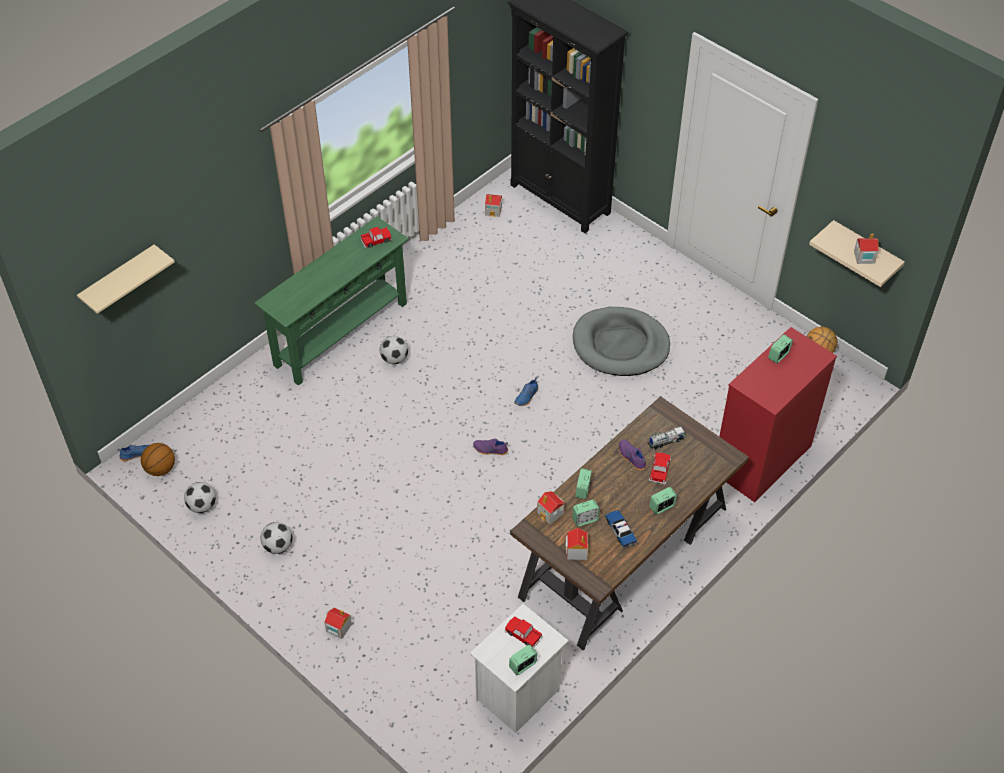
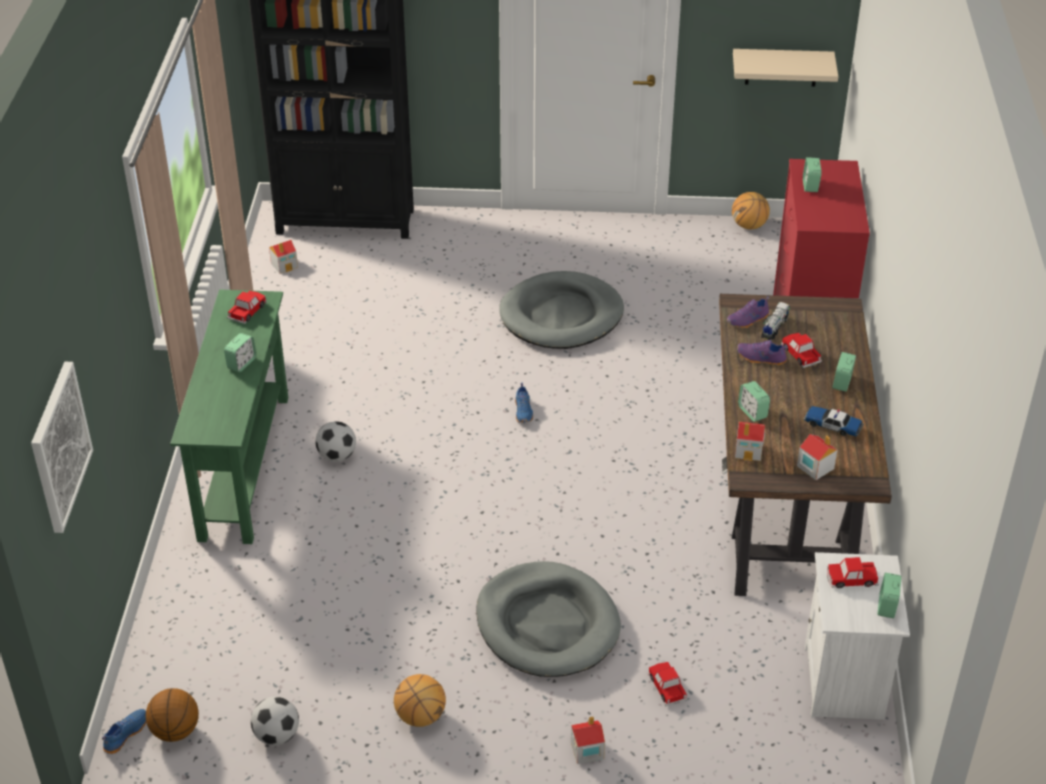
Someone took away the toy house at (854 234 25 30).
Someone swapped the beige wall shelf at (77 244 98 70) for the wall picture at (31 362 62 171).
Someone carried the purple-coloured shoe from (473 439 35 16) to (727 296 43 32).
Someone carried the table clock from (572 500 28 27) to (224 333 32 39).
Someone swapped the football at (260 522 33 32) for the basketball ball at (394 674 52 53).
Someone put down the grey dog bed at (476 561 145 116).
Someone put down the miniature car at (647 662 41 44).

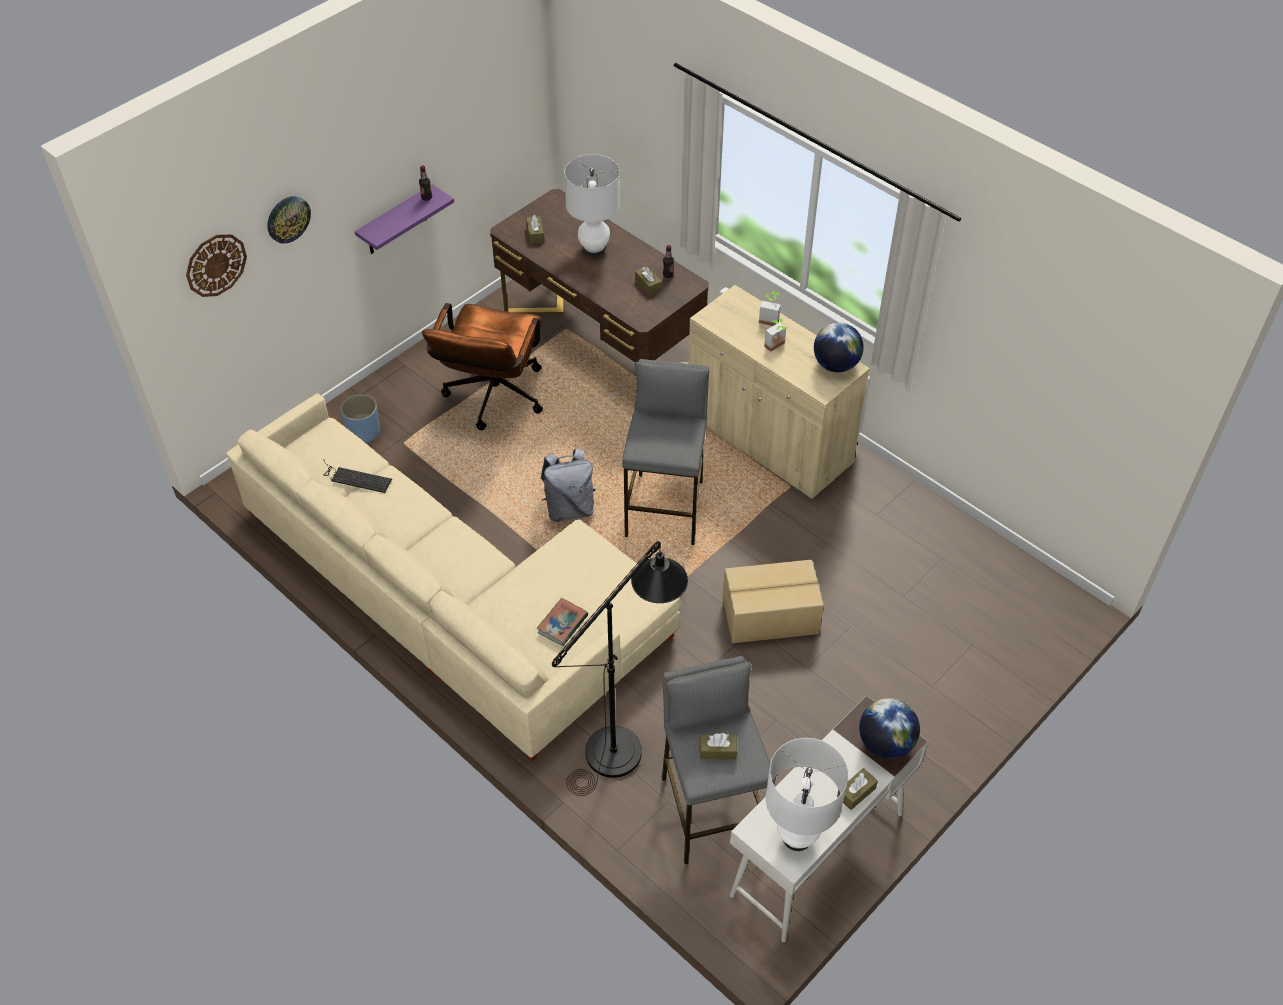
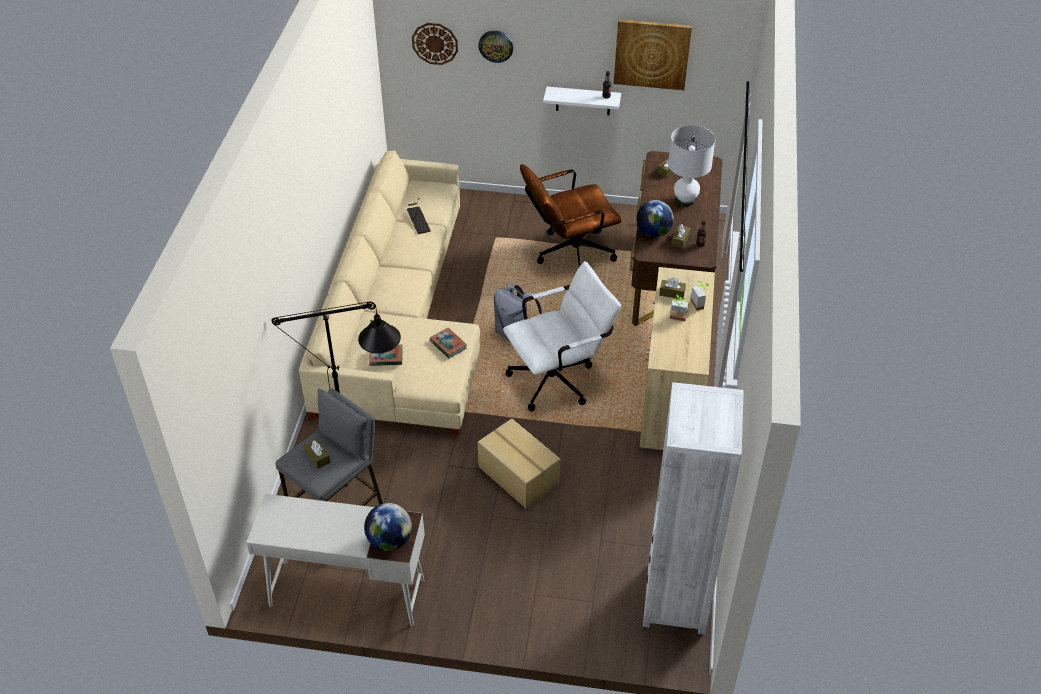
Someone repainted the purple-coloured wall shelf at (355 184 99 70), which became the whitish wall shelf at (543 87 78 28).
Someone carried the globe from (814 323 50 49) to (636 200 38 37).
Someone swapped the grey sitting stool at (622 359 88 186) for the whitish office chair at (503 261 118 150).
Someone took away the blue-coloured flower pot at (340 394 40 49).
Someone took away the whitish tabletop lamp at (766 738 82 113).
Someone carried the brownish tissue box from (837 768 41 42) to (659 277 27 22).
Someone put up the wall picture at (614 19 78 71).
Someone put down the bound book at (430 328 37 30).
Someone put down the whitish shelving unit at (643 382 101 253).

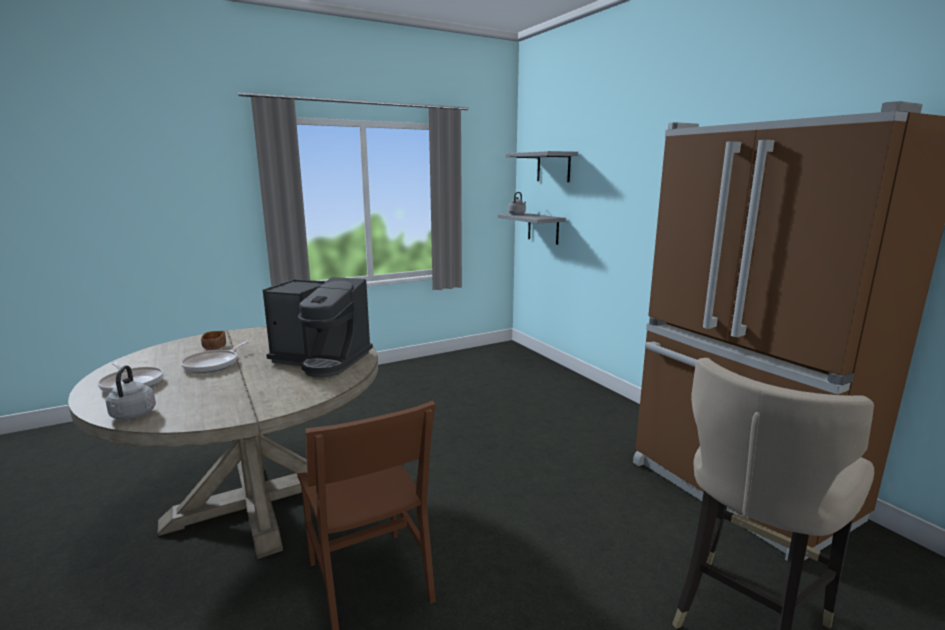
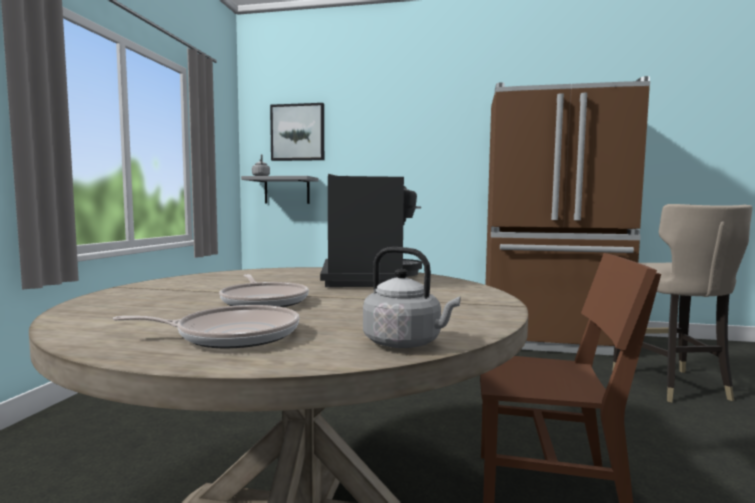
Someone swapped the grey wall shelf at (505 151 73 31) for the wall picture at (270 103 54 58).
Someone rotated the coffee machine at (263 277 110 101) by 60 degrees counterclockwise.
Someone took away the brownish bowl at (201 331 25 19).

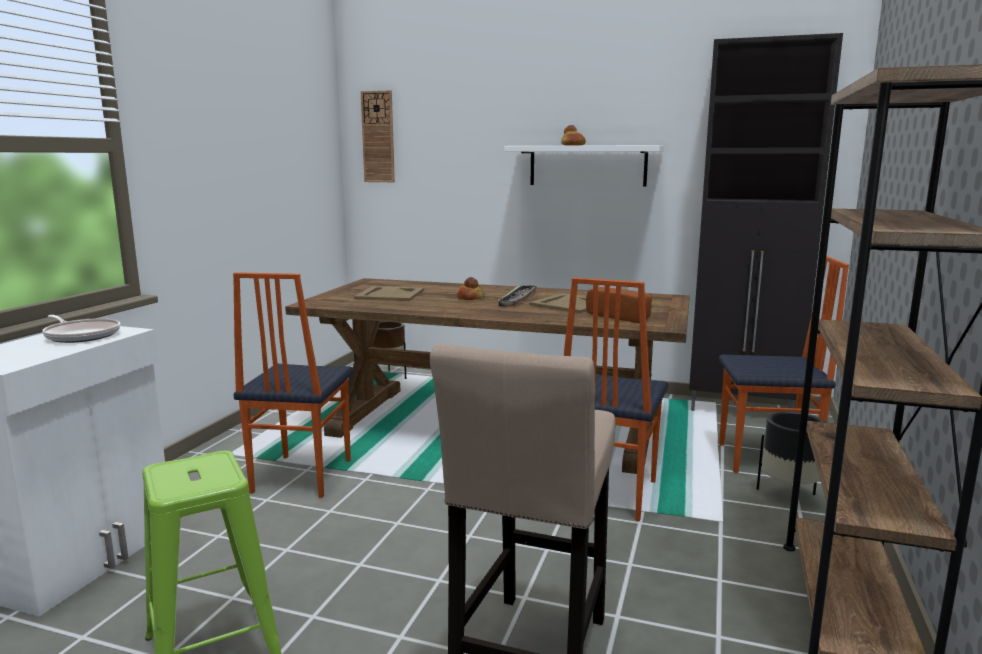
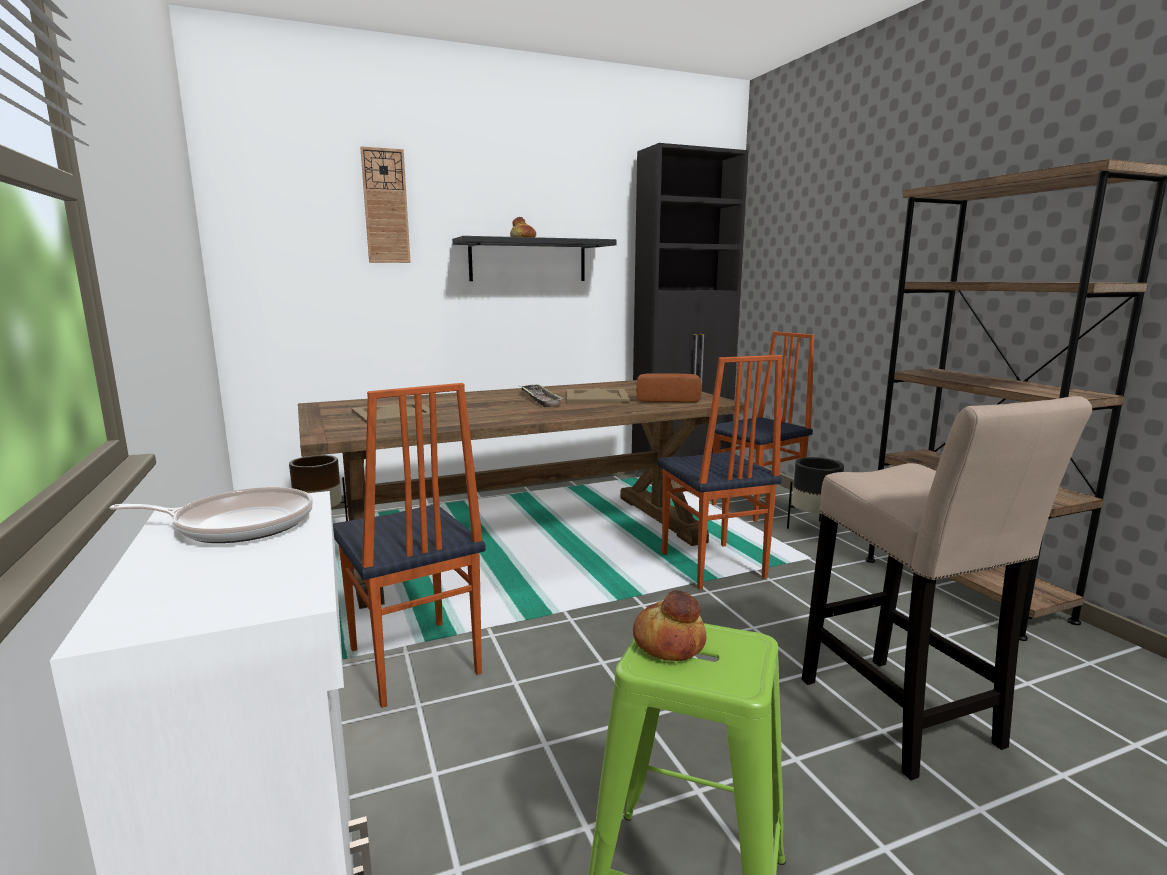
Someone carried the hanging clock from (361 90 34 92) to (360 146 51 117).
Someone repainted the whitish wall shelf at (504 145 160 41), which became the black wall shelf at (452 236 165 45).
Someone carried the bread from (457 277 28 23) to (633 590 74 71).

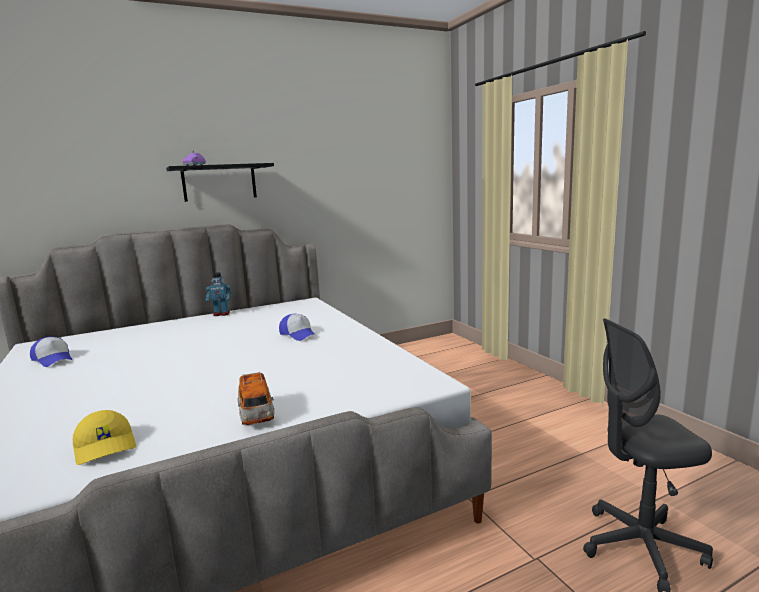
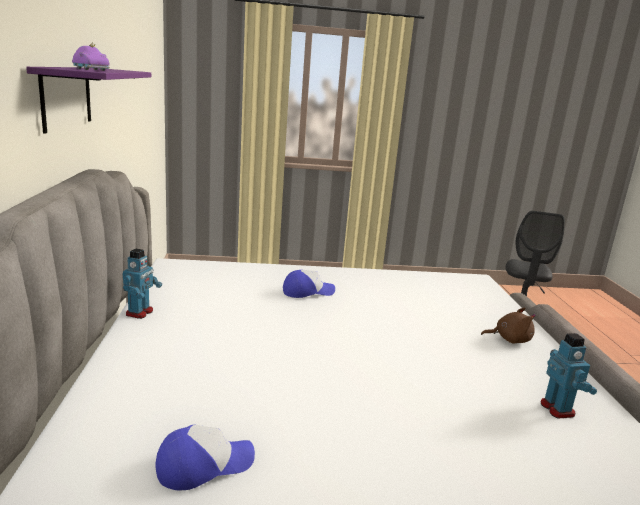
Someone repainted the black wall shelf at (166 163 108 39), which became the purple-coloured wall shelf at (26 67 125 67).
Someone swapped the miniature car at (238 372 36 53) for the brownish plush toy at (481 308 54 35).
Someone swapped the yellow peaked cap at (73 410 63 55) for the toy robot at (541 333 56 86).

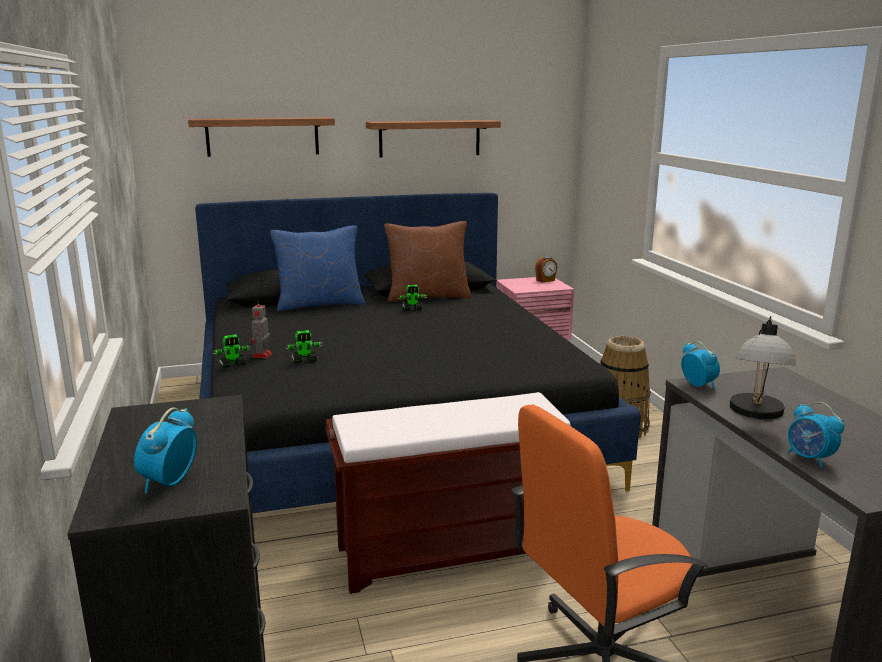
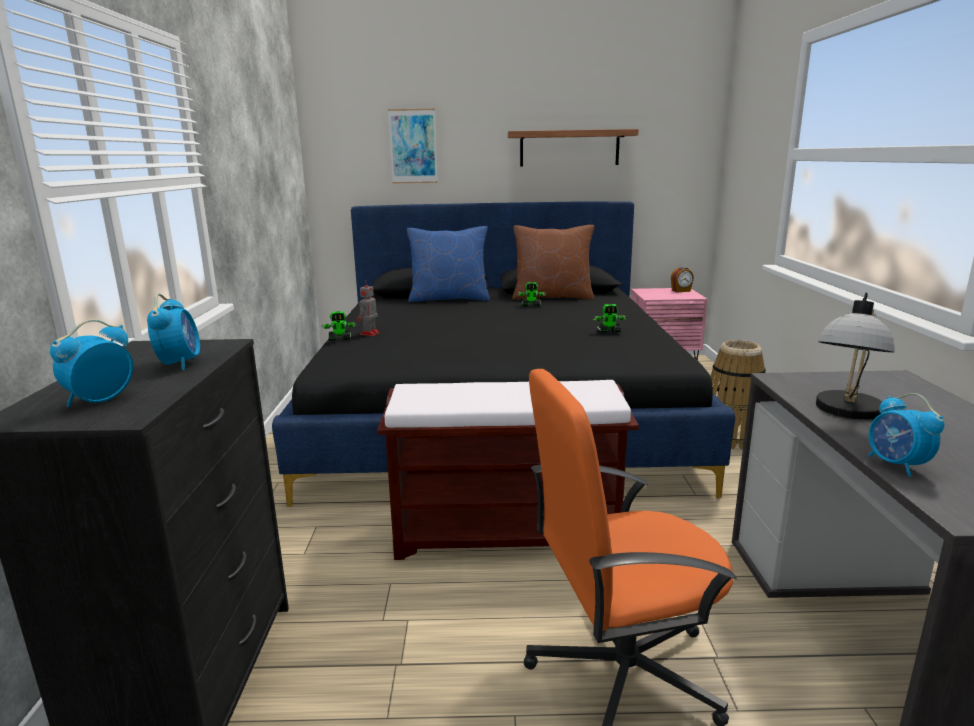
Someone swapped the wall shelf at (188 117 147 40) for the wall picture at (388 109 50 75).
Someone carried the toy robot from (285 330 38 33) to (593 304 34 29).
Someone carried the table clock from (681 341 39 49) to (147 294 53 77).

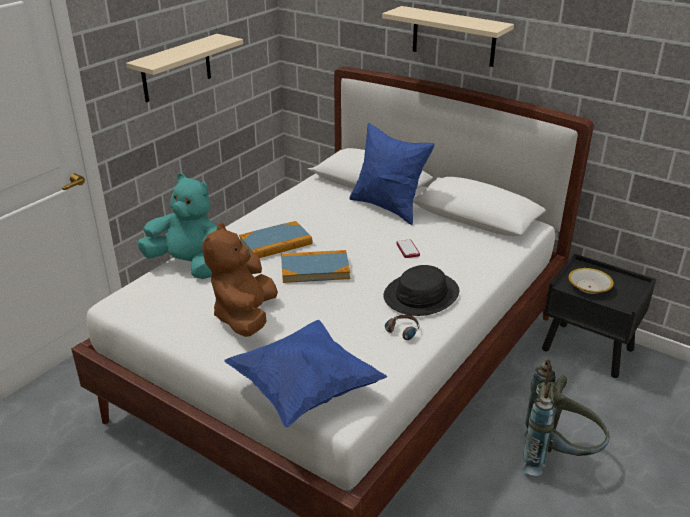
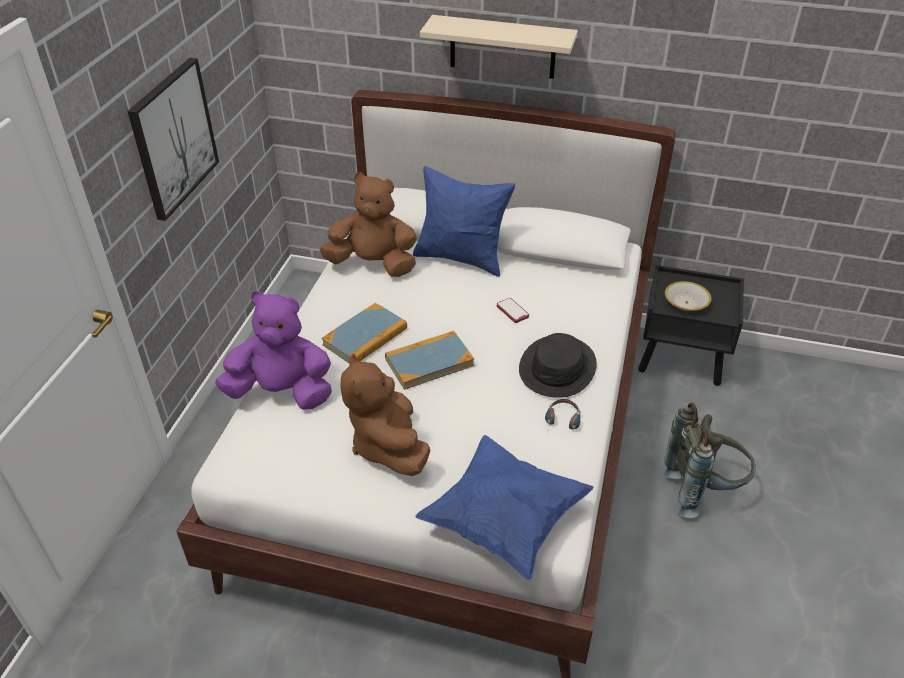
Someone swapped the beige wall shelf at (126 34 117 68) for the wall picture at (127 58 92 163).
Someone repainted the turquoise plush toy at (137 173 80 106), which became the purple-coloured plush toy at (215 291 117 119).
Someone put down the brownish plush toy at (320 172 97 105).

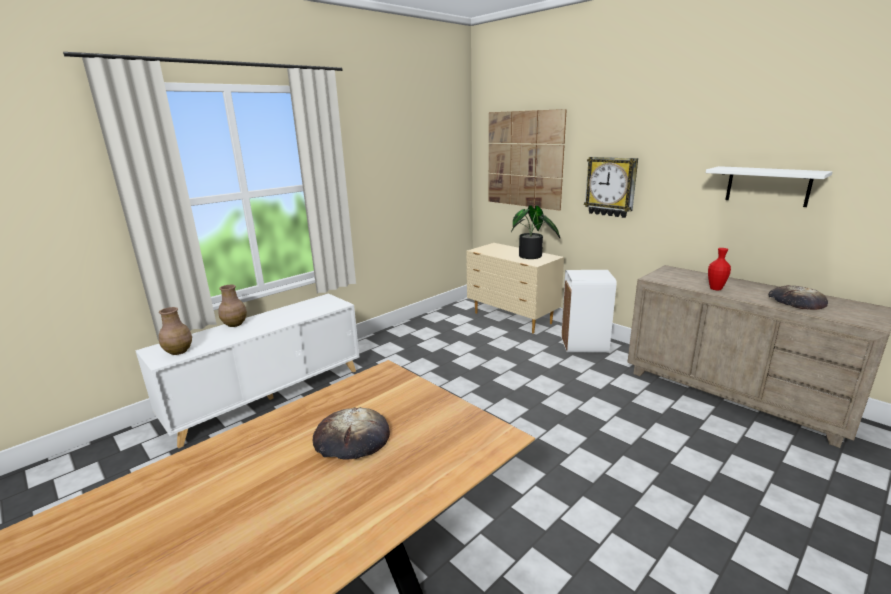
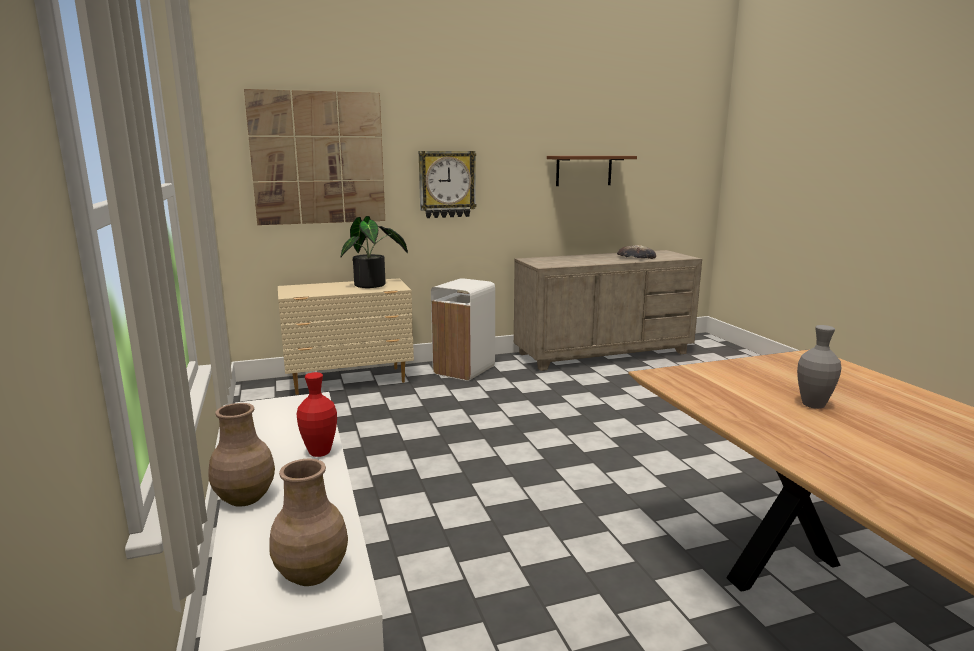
Someone repainted the whitish wall shelf at (706 166 127 41), which became the brownish wall shelf at (547 156 90 30).
Someone carried the red-coloured decorative vase from (708 248 23 42) to (297 372 40 85).
Someone swapped the bread at (313 407 77 53) for the grey decorative vase at (797 325 45 84).

